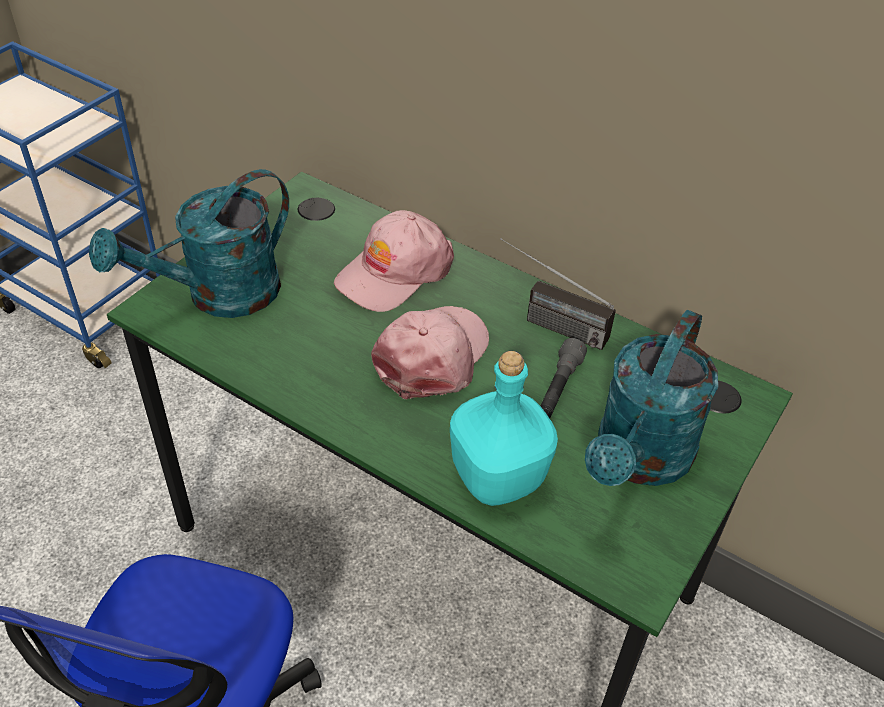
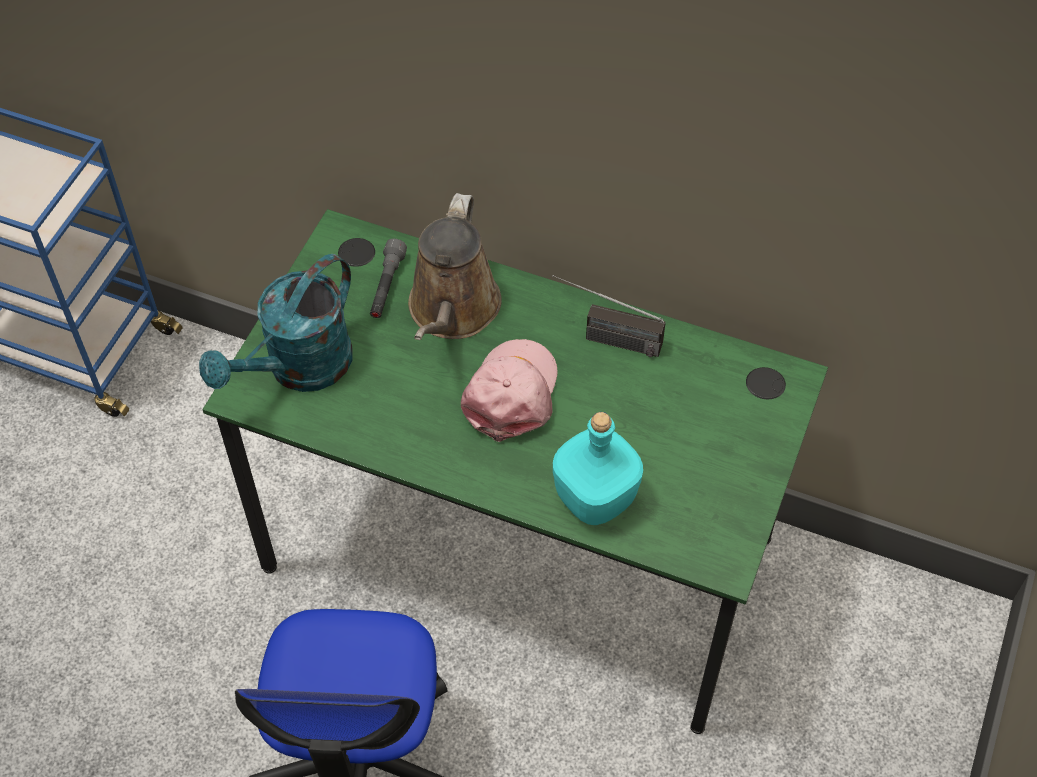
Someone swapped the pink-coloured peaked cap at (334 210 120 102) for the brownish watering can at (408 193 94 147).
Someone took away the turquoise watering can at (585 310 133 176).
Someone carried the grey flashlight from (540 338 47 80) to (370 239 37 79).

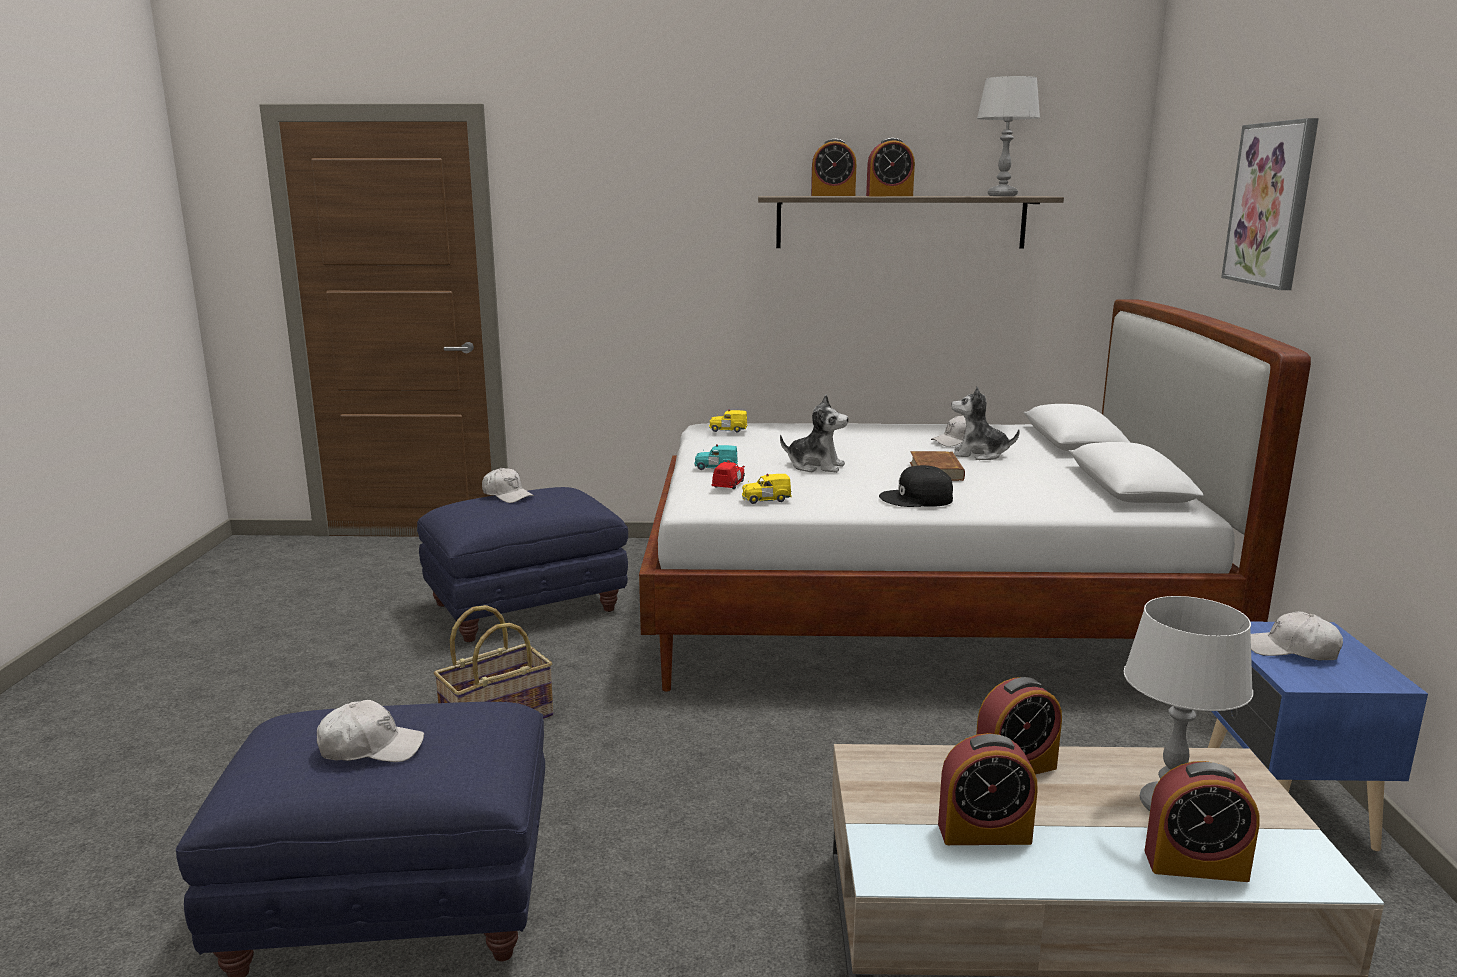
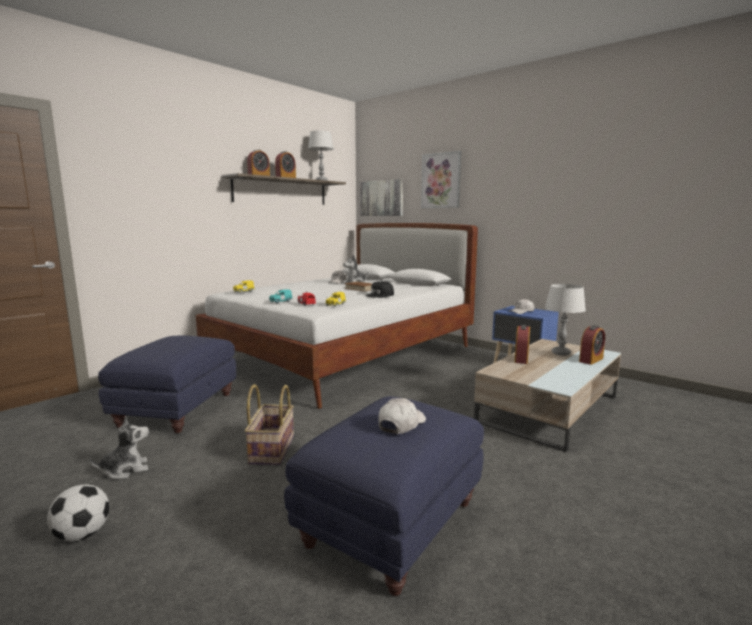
Someone carried the plush toy from (780 395 69 78) to (89 416 60 63).
Someone took away the whitish peaked cap at (482 468 52 35).
Someone took away the table clock at (938 733 100 112).
Someone put up the wall picture at (360 179 43 37).
Someone put down the football at (47 485 63 57).

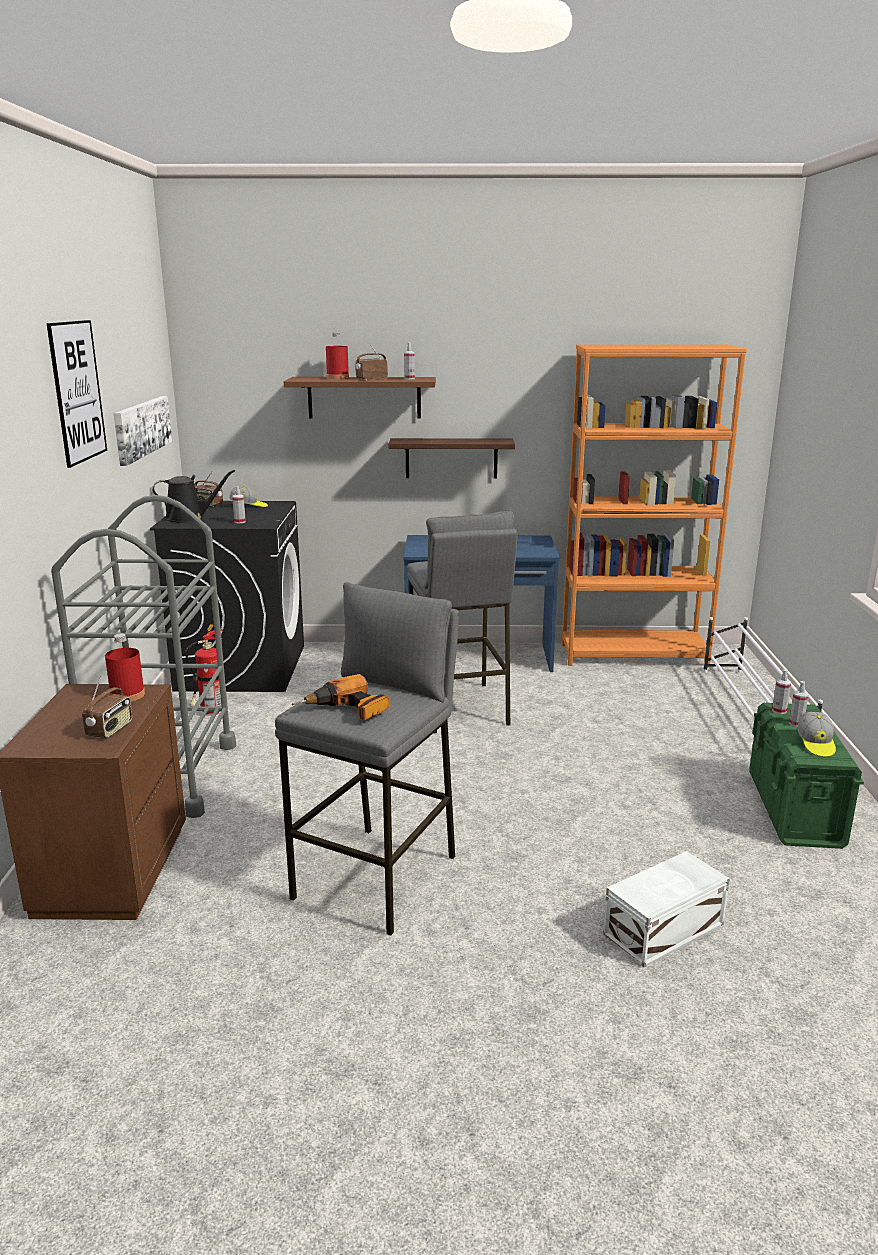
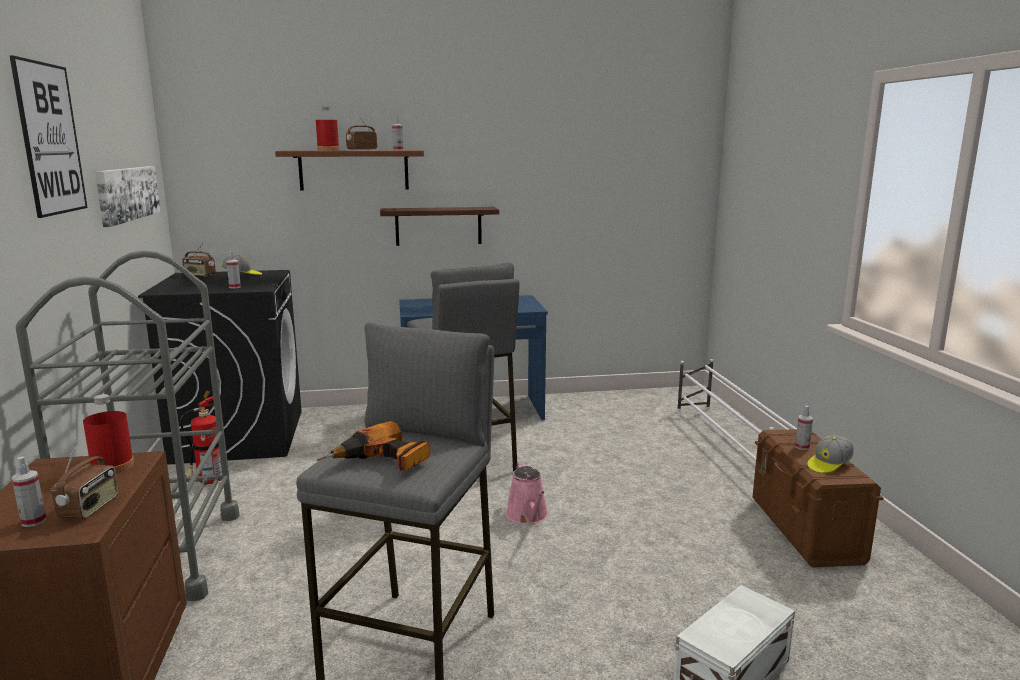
Someone took away the orangey shelving unit at (562 344 185 323).
Someone took away the black watering can at (152 470 83 53).
Someone carried the spray bottle from (772 670 19 44) to (12 457 35 70).
Someone repainted the greenish storage box at (749 703 115 146), which became the brownish storage box at (753 429 131 139).
Someone rotated the peaked cap at (797 712 39 45) by 60 degrees clockwise.
Someone put down the pink-coloured watering can at (506 462 42 62).

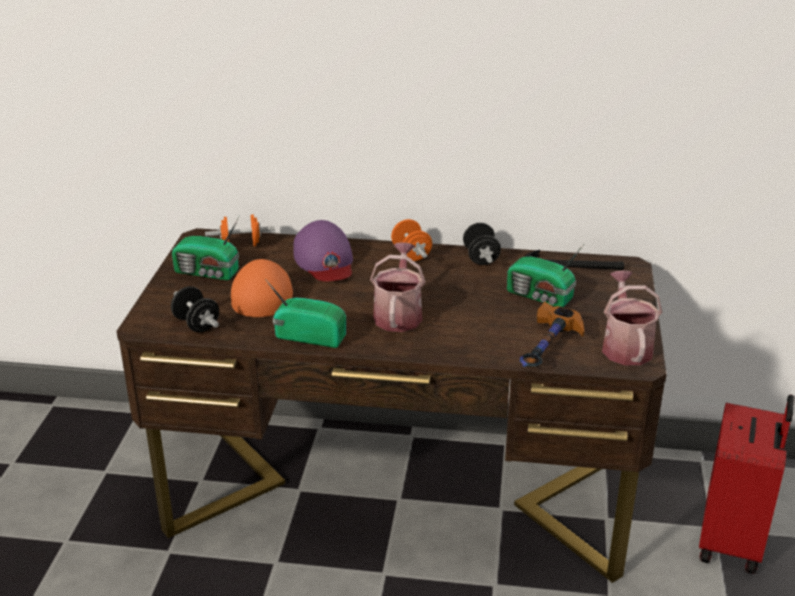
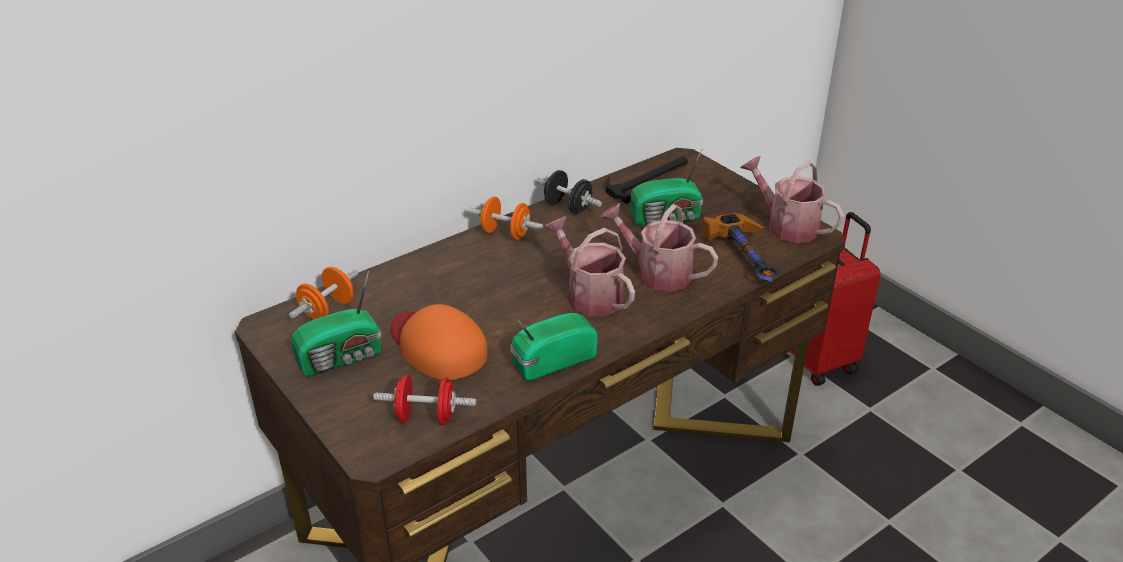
Someone took away the purple-coloured peaked cap at (293 220 60 61).
Someone repainted the black free weight at (171 286 48 46), which became the red-coloured free weight at (374 375 102 50).
Someone put down the watering can at (600 203 118 89).

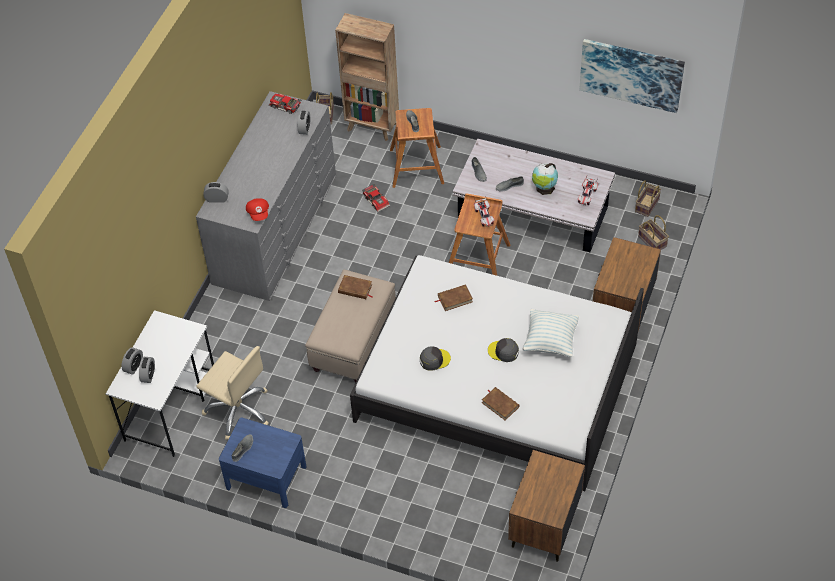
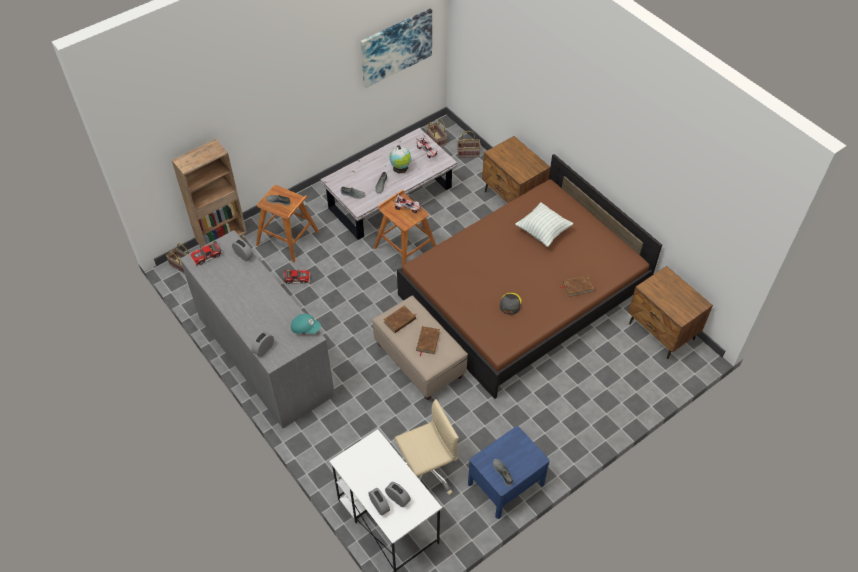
Someone repainted the red-coloured peaked cap at (246 198 23 23), which became the turquoise peaked cap at (291 314 30 20).
Someone repainted the whitish sleeping bed at (350 255 294 236), which became the brownish sleeping bed at (397 154 265 245).
Someone carried the brownish bound book from (435 284 38 27) to (416 326 24 30).
Someone took away the grey peaked cap at (488 338 31 24).

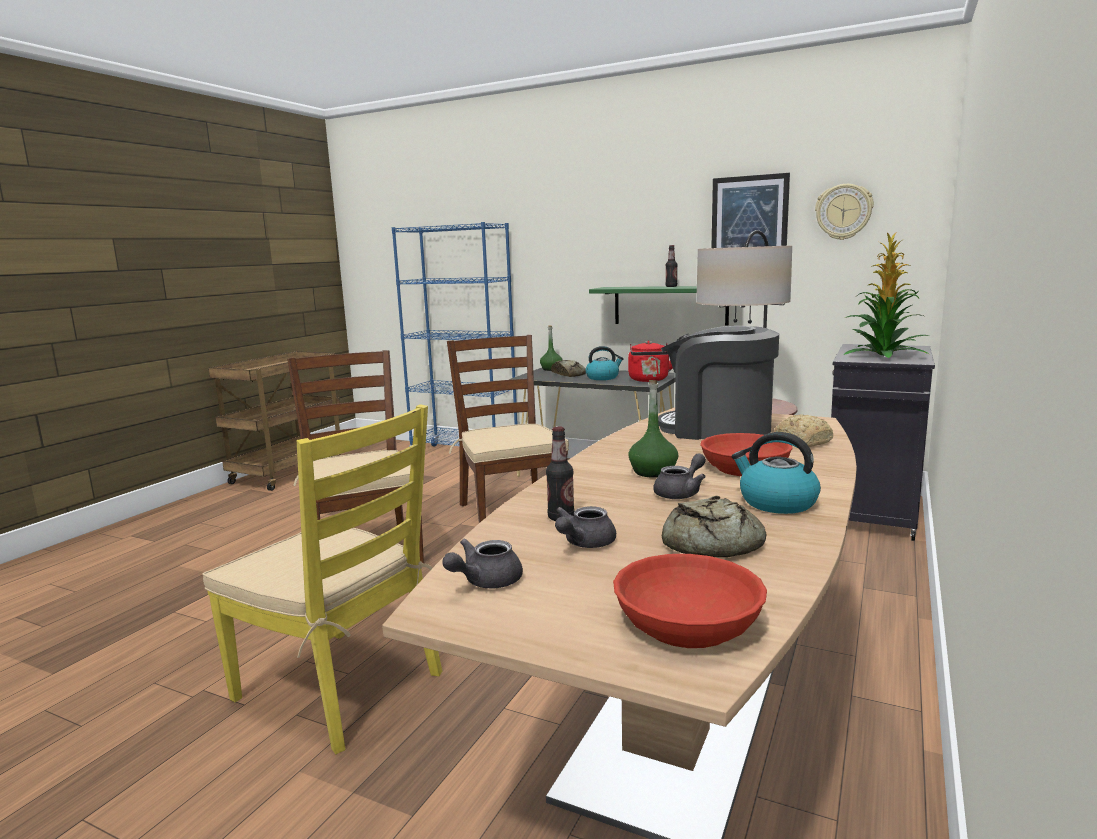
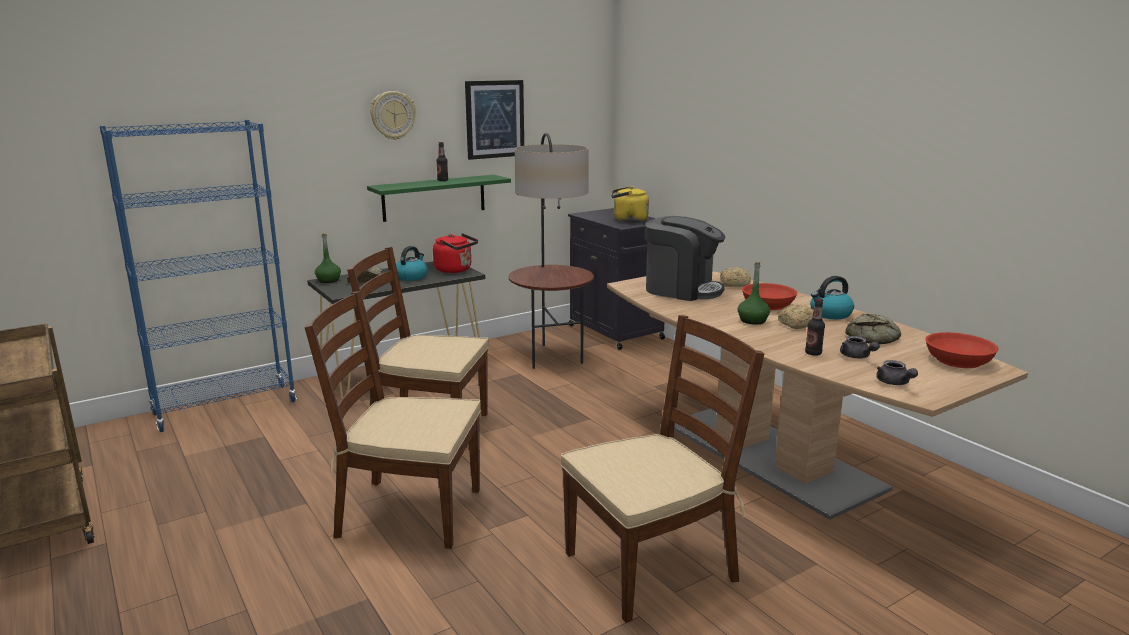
Someone carried the hanging clock from (815 184 59 56) to (370 91 46 49).
Someone swapped the houseplant at (844 233 87 125) for the yellow kettle at (611 186 38 36).
Someone rotated the coffee machine at (658 326 121 114) by 120 degrees counterclockwise.
Someone repainted the yellow upright chair at (202 404 240 350), which became the brownish upright chair at (561 315 203 308).
Someone swapped the grey pot for tea at (653 453 53 46) for the bread at (778 304 36 25).

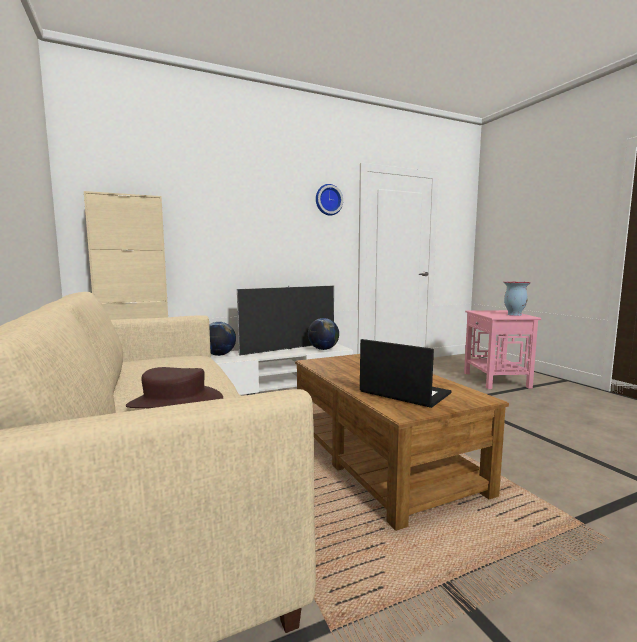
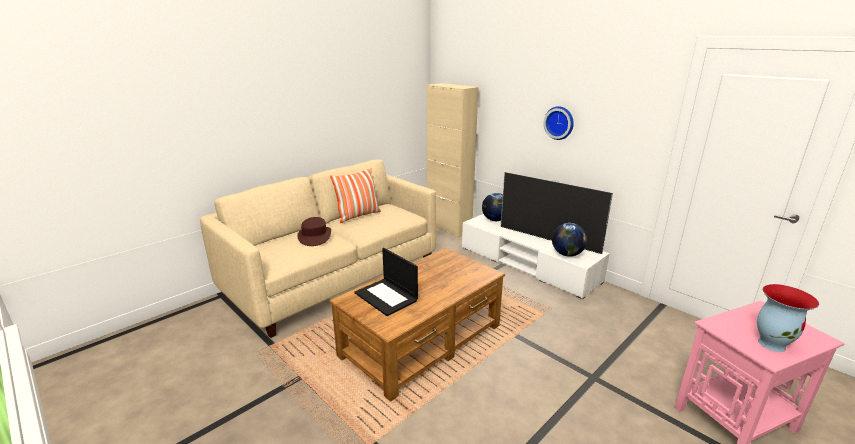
Someone carried the hanging clock from (316 184 27 32) to (544 106 30 34).
Someone rotated the laptop at (360 339 92 69) by 120 degrees clockwise.
Someone put down the throw pillow at (330 168 51 55).

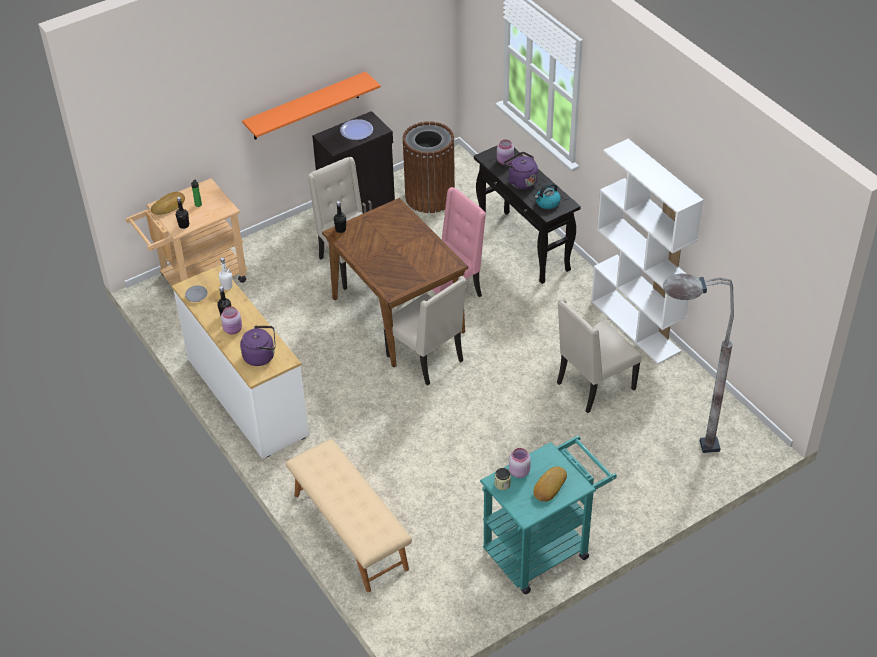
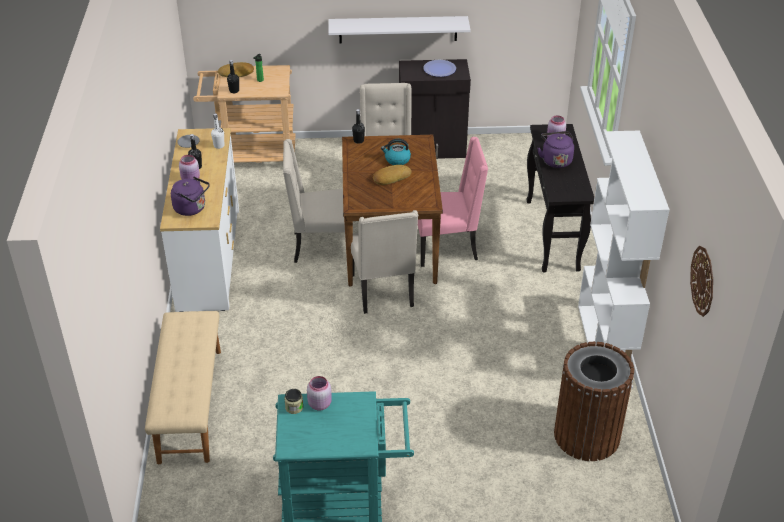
Someone repainted the orangey wall shelf at (242 71 139 68), which became the whitish wall shelf at (328 16 143 27).
Someone carried the brownish trash can from (402 121 53 92) to (554 342 80 119).
Someone carried the kettle from (535 183 26 26) to (381 139 30 26).
Someone took away the grey standing lamp at (663 274 71 179).
Someone carried the beige upright chair from (557 298 84 115) to (283 139 62 124).
Someone carried the bread from (533 466 34 36) to (373 165 38 20).
Someone put up the hanging clock at (690 246 23 71).

